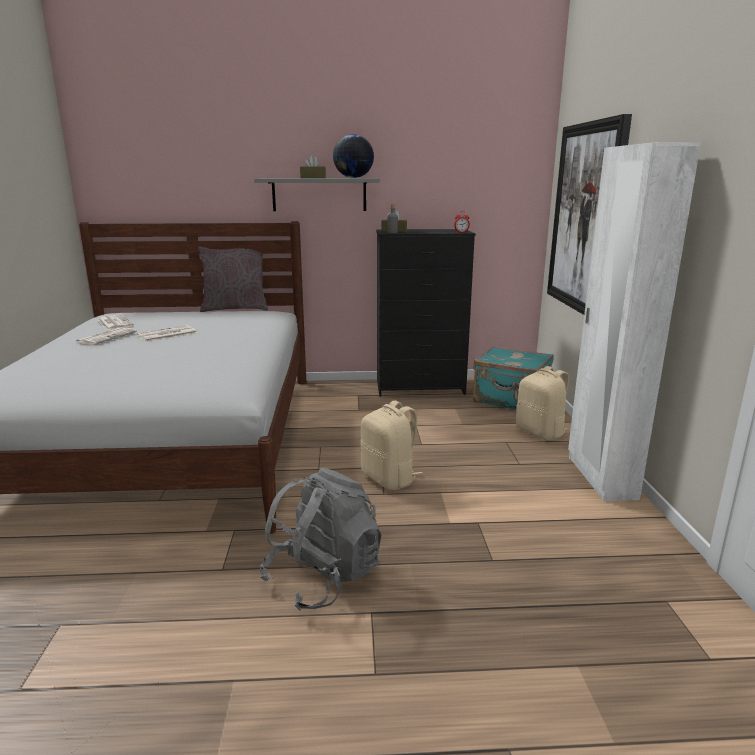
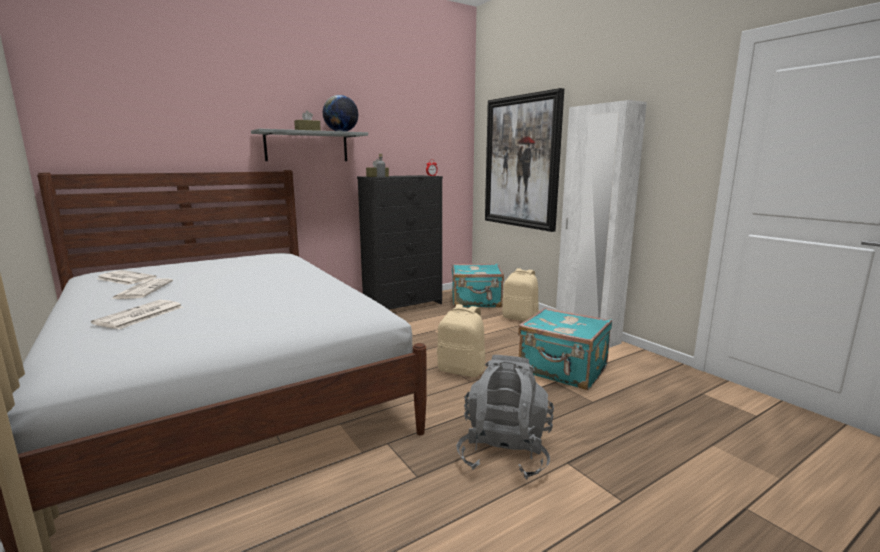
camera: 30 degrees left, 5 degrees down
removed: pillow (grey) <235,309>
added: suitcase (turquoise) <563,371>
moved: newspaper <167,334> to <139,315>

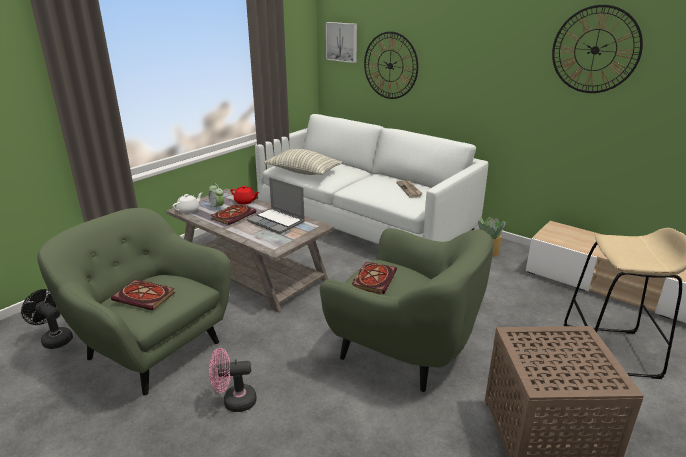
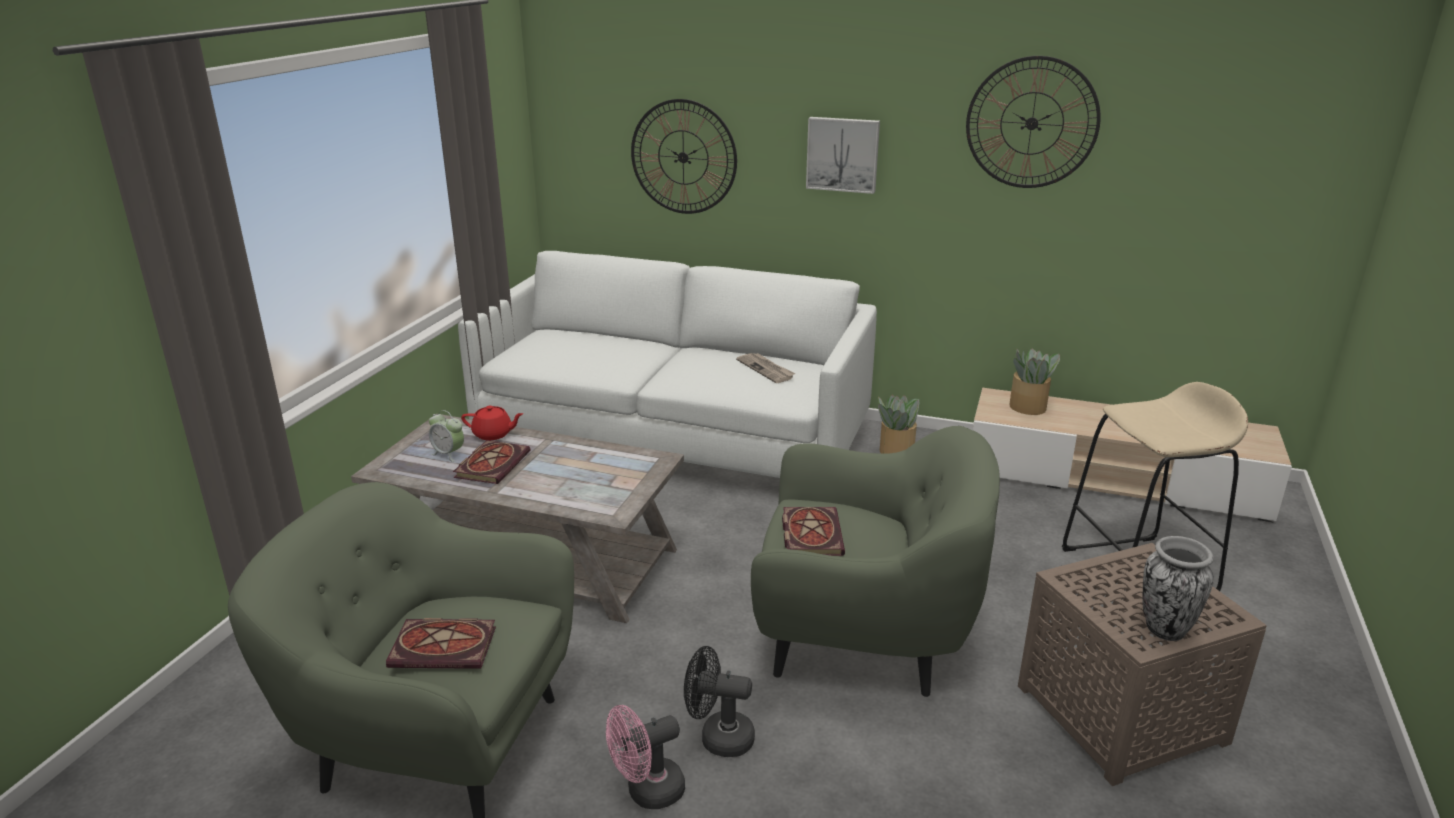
camera: 20 degrees left, 0 degrees up
removed: teapot (white) <189,210>; laptop <277,222>; pillow <303,172>
added: potted plant <1028,407>; vase <1164,629>
moved: fan (black) <54,339> to <718,737>; picture <342,42> to <843,154>

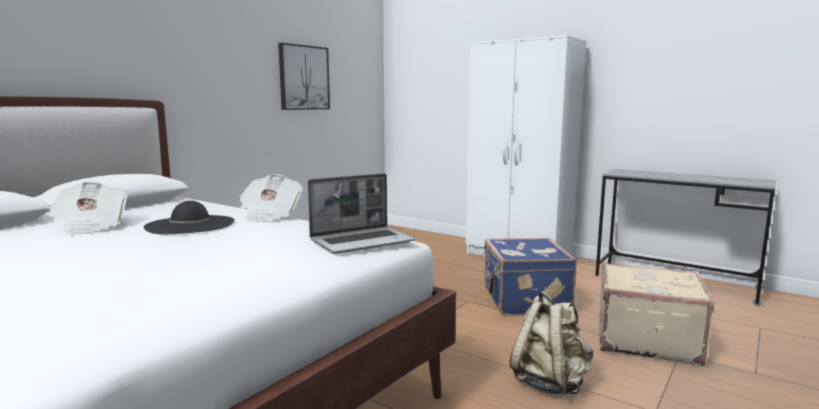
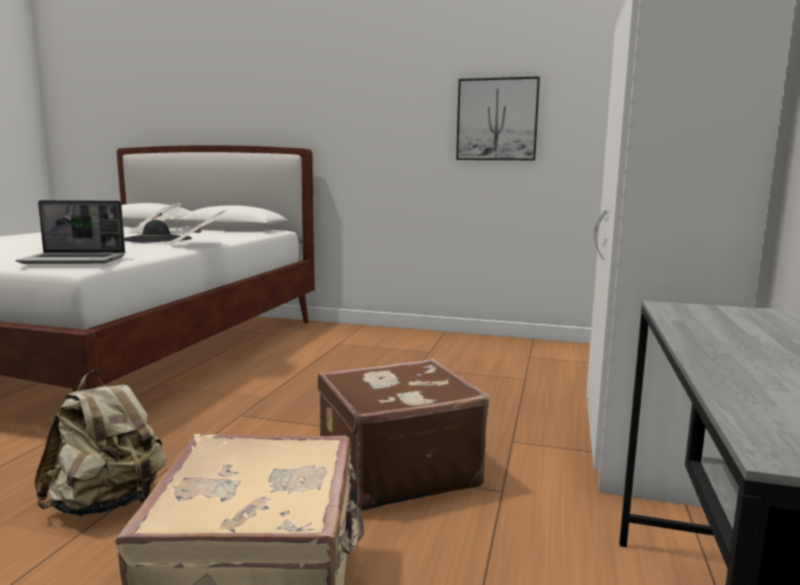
camera: 70 degrees right, 0 degrees up
recoloured: suitcase (blue) <524,301> to suitcase (brown) <395,471>
turned: laptop <362,241> = <75,260> 45 degrees counterclockwise

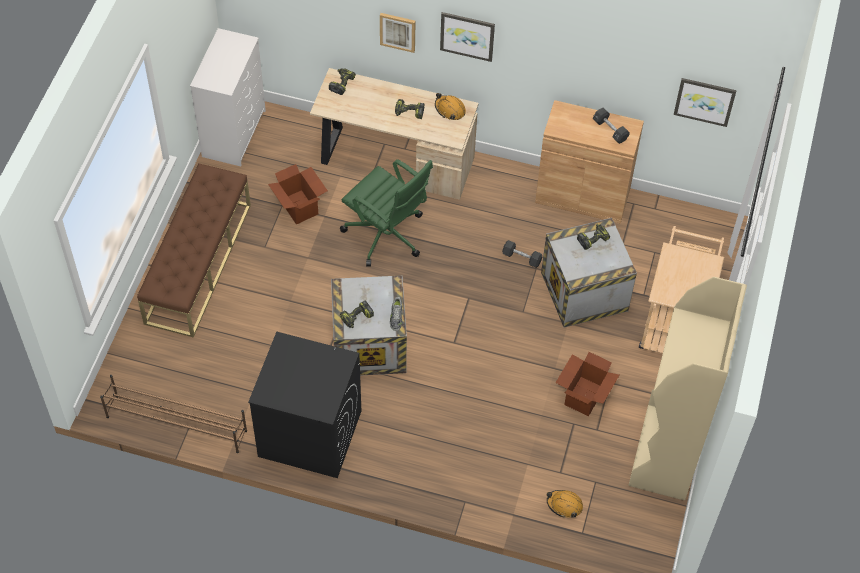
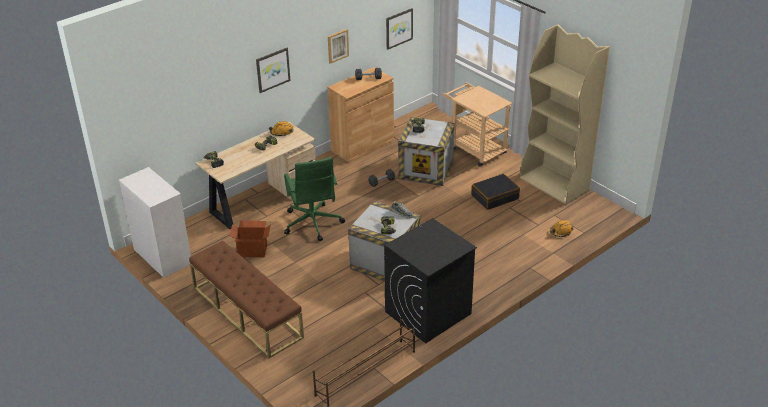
camera: 55 degrees left, 20 degrees down
moved: picture <398,31> to <337,45>
replaced: cardboard box <583,396> to suitcase (black) <494,197>
turned: office chair (green) <386,235> = <313,224> 90 degrees clockwise

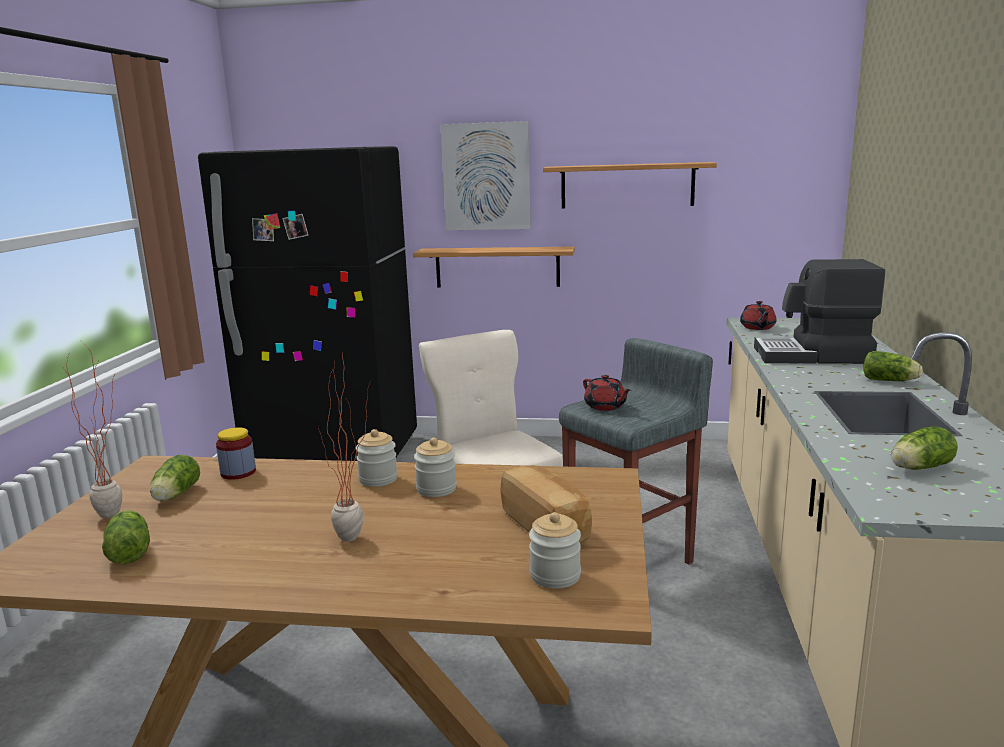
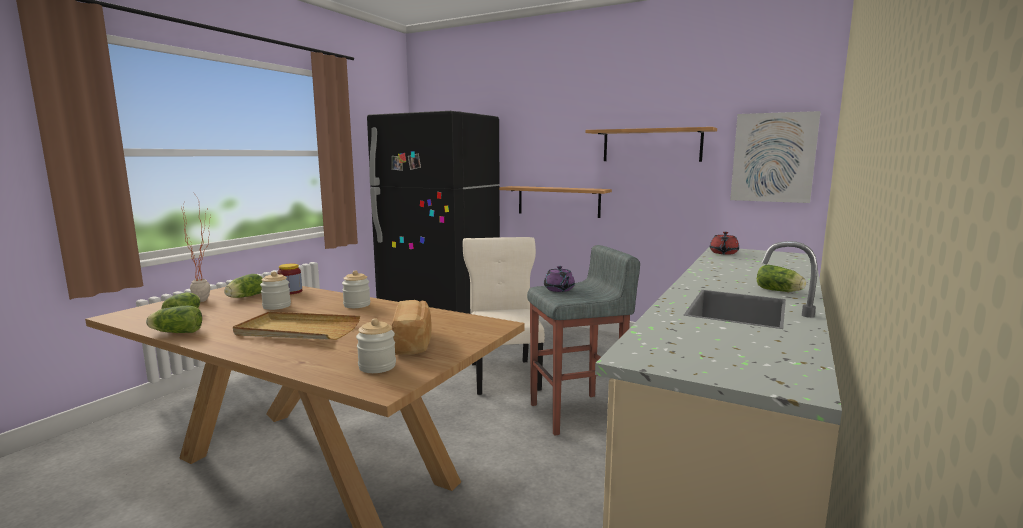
camera: 20 degrees right, 5 degrees down
removed: coffee machine <813,356>
moved: jar <436,489> to <276,306>; picture <486,176> to <773,157>; lettuce <918,468> to <175,332>
replaced: potted plant <357,541> to tray (beige) <297,330>
recoloured: teapot (red) <605,406> to teapot (purple) <559,289>

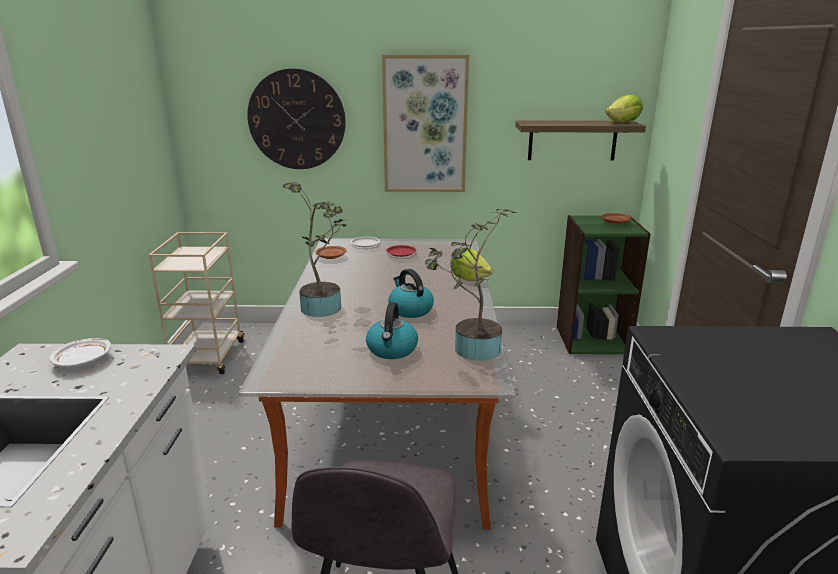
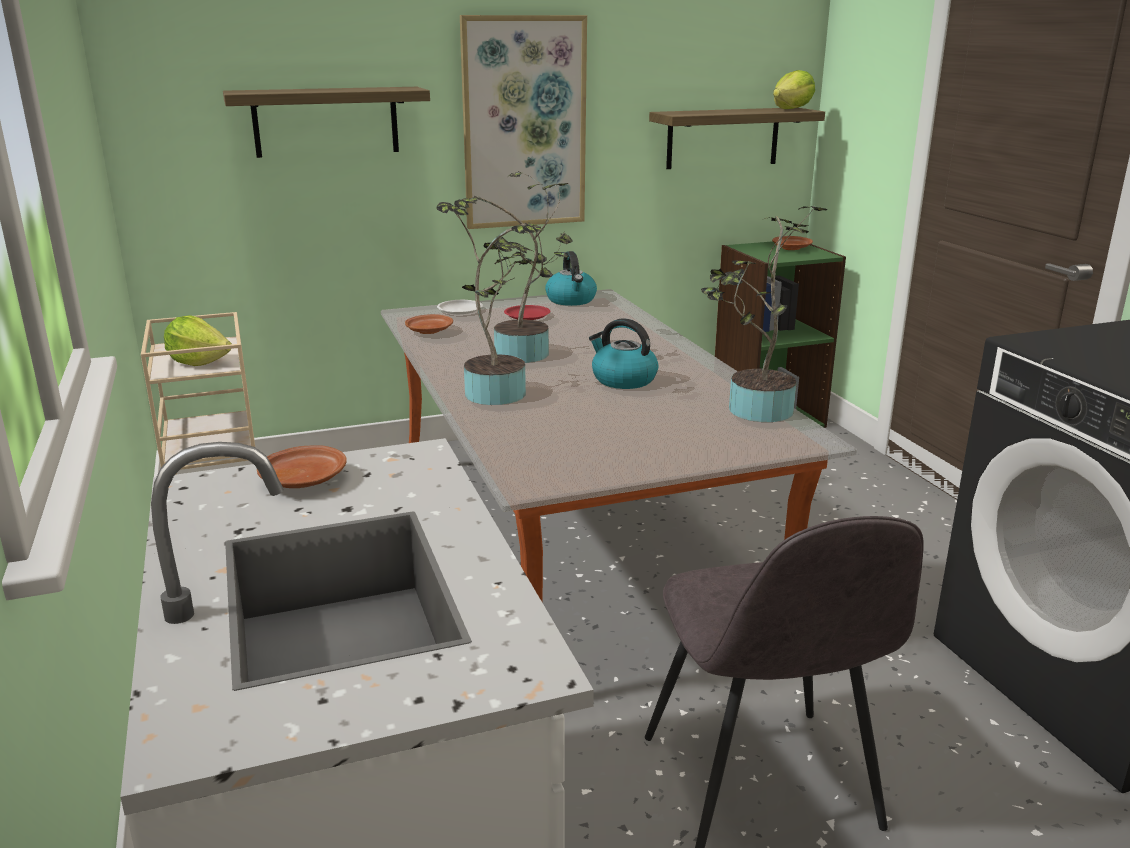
camera: 20 degrees left, 0 degrees up
added: potted plant <527,355>
moved: kettle <392,350> to <571,300>; lettuce <469,278> to <199,362>
replaced: wall clock <297,120> to shelf <326,121>
recoloured: plate (white) <83,361> to plate (brown) <304,480>

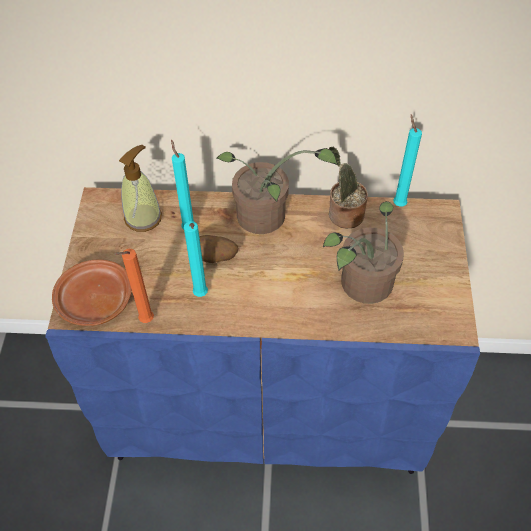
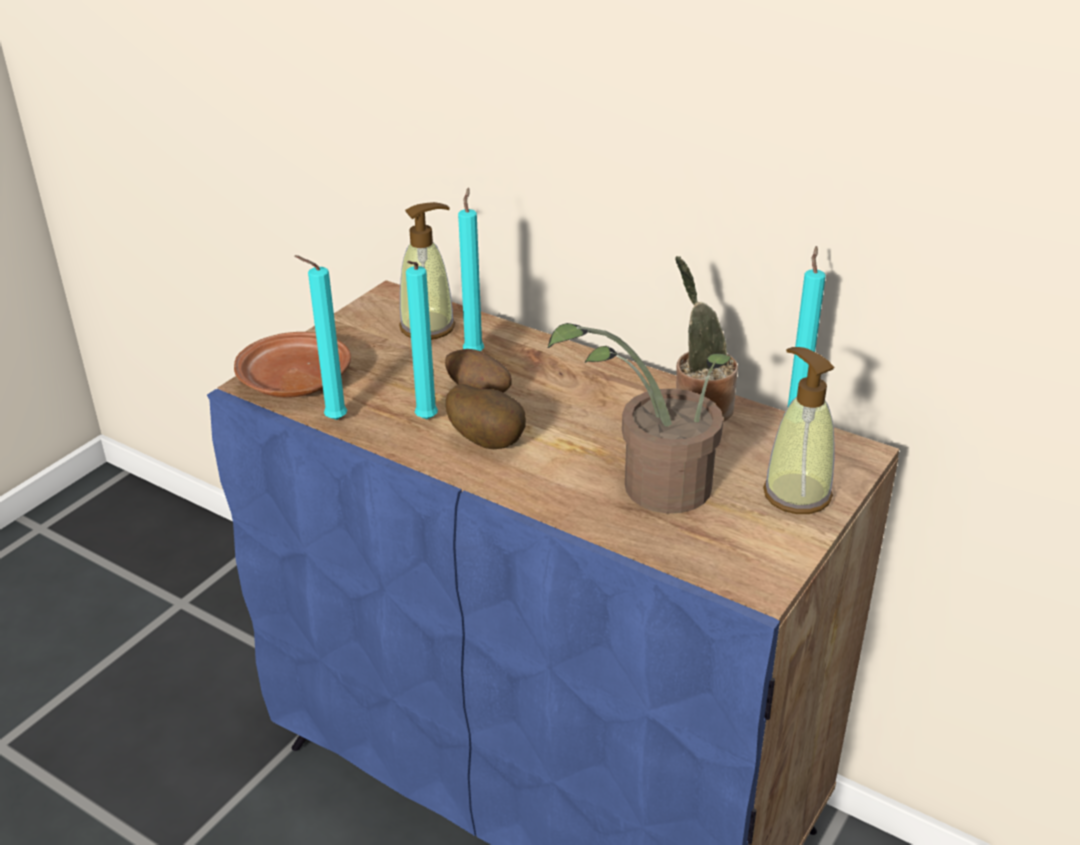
camera: 30 degrees right, 20 degrees down
removed: potted plant <266,219>
added: potato <489,441>; soap dispenser <796,494>
recoloured: candle (orange) <144,321> to candle (turquoise) <332,420>

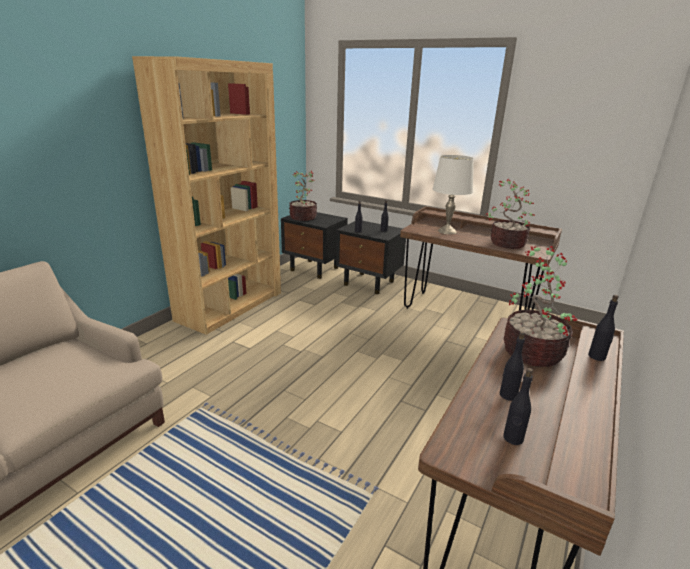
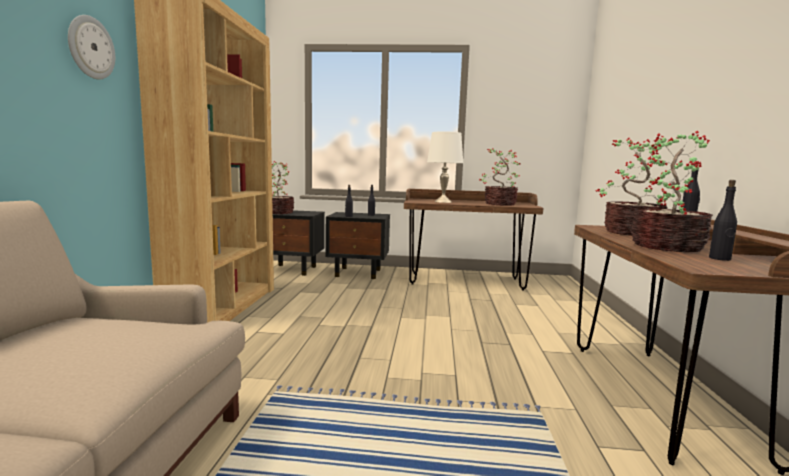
camera: 25 degrees left, 15 degrees down
added: wall clock <90,47>
replaced: bottle (black) <507,395> to potted plant <667,246>

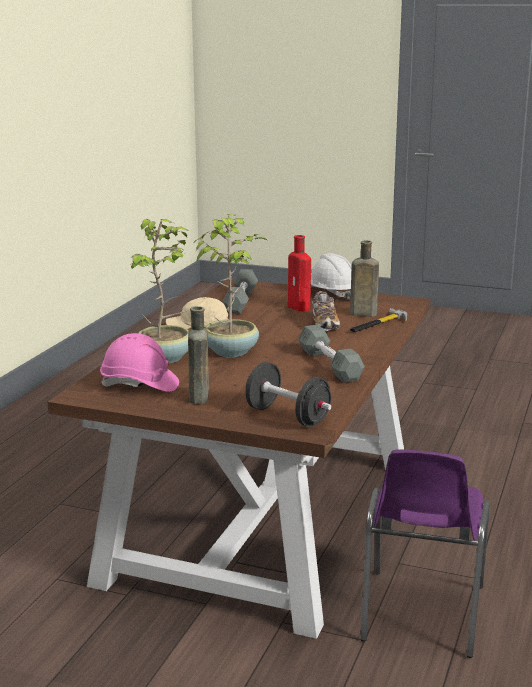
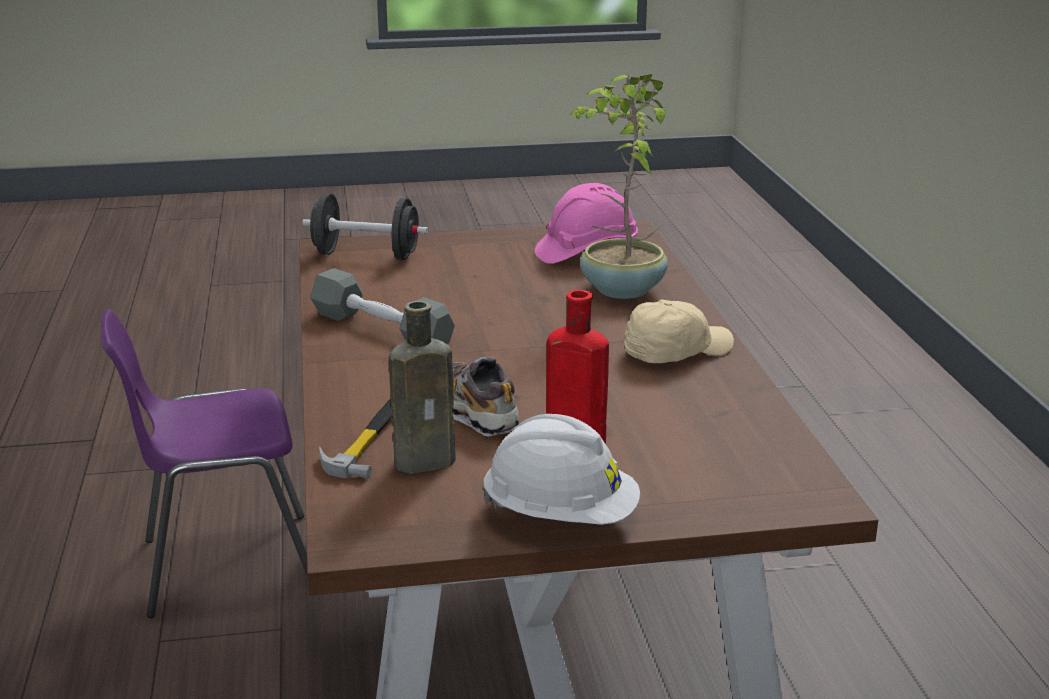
camera: 150 degrees right, 5 degrees up
removed: bottle (brown) <199,398>; potted plant <231,351>; dumbbell (grey) <240,301>
turned: chair (purple) <420,615> = <224,565> 90 degrees counterclockwise

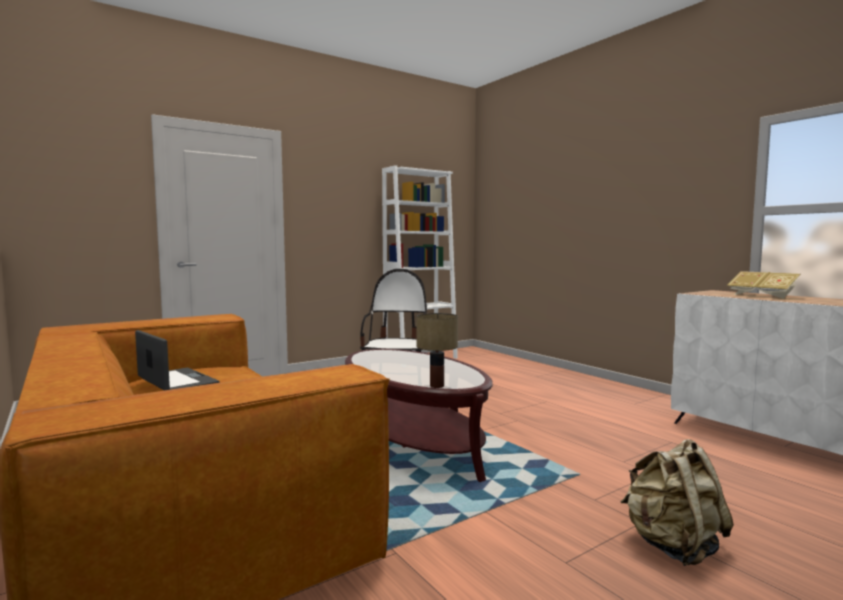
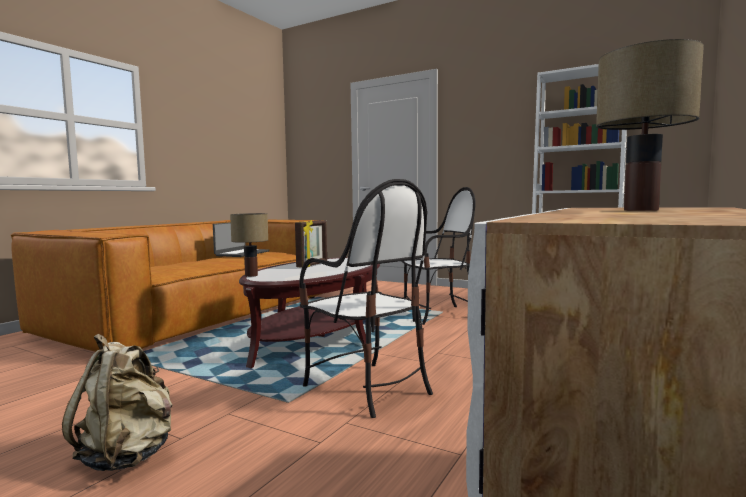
camera: 65 degrees right, 0 degrees up
added: picture frame <313,265>; chair <367,388>
replaced: book <762,296> to table lamp <642,210>

